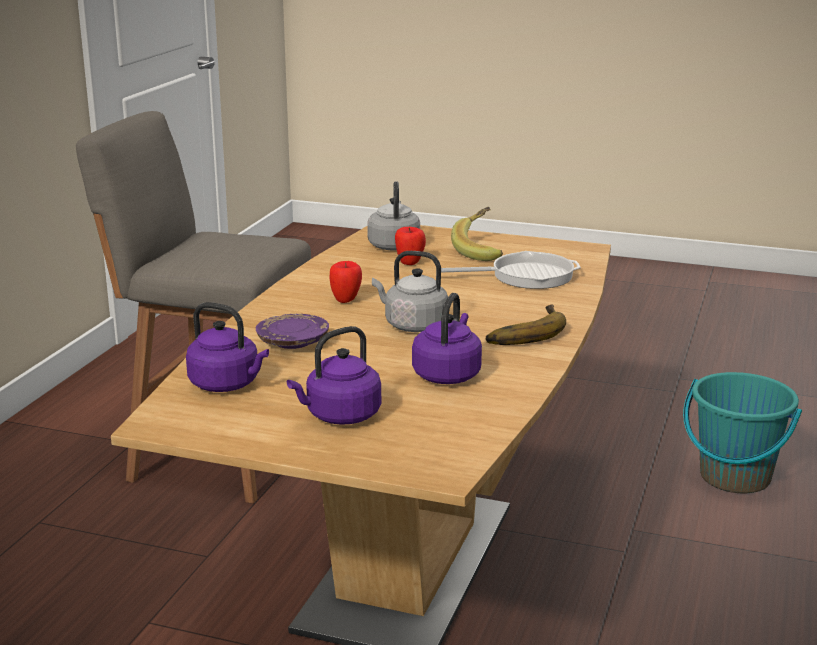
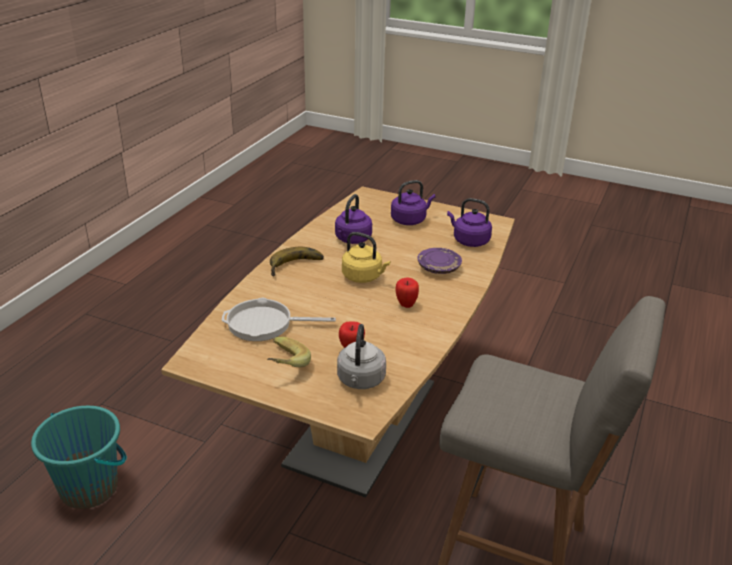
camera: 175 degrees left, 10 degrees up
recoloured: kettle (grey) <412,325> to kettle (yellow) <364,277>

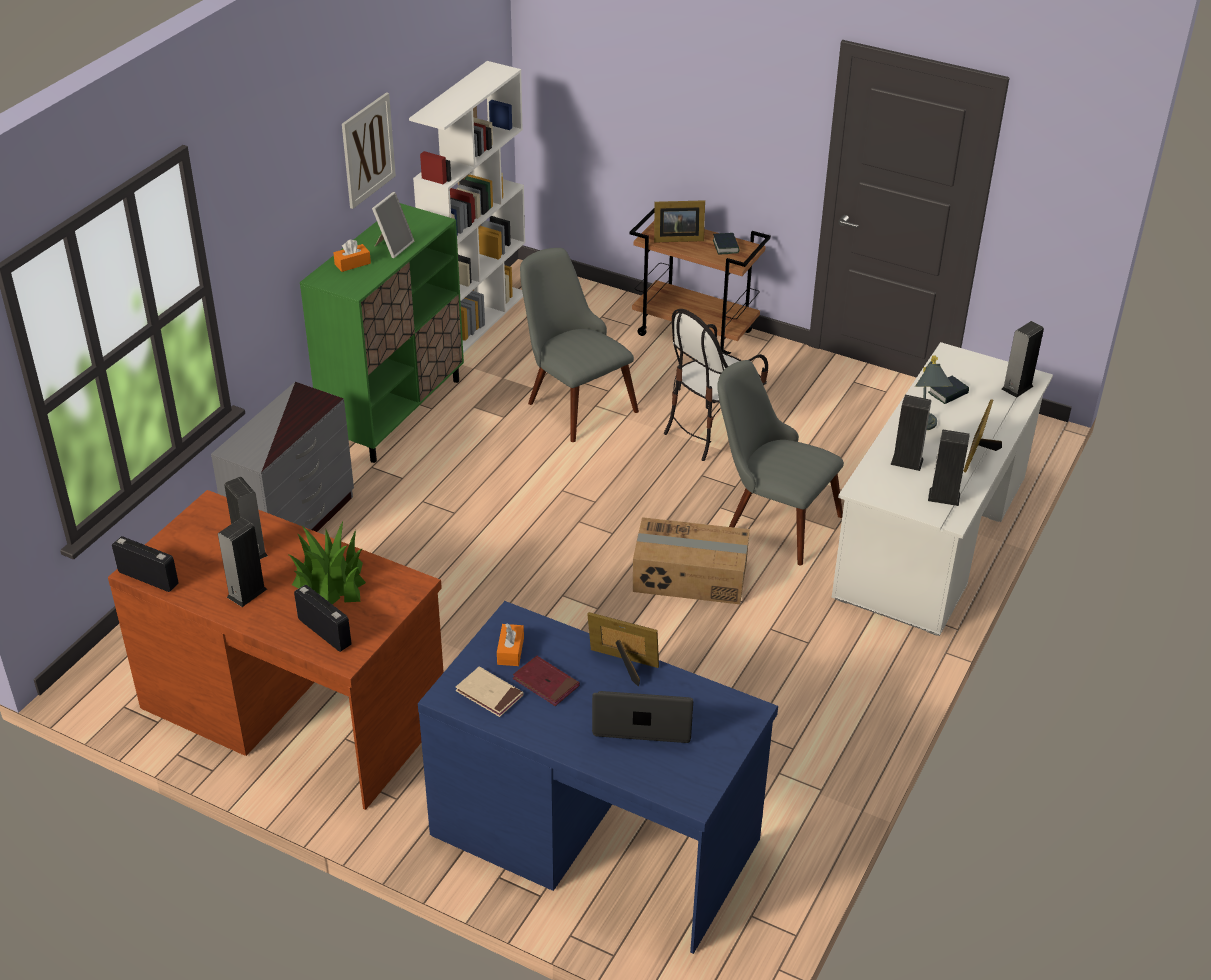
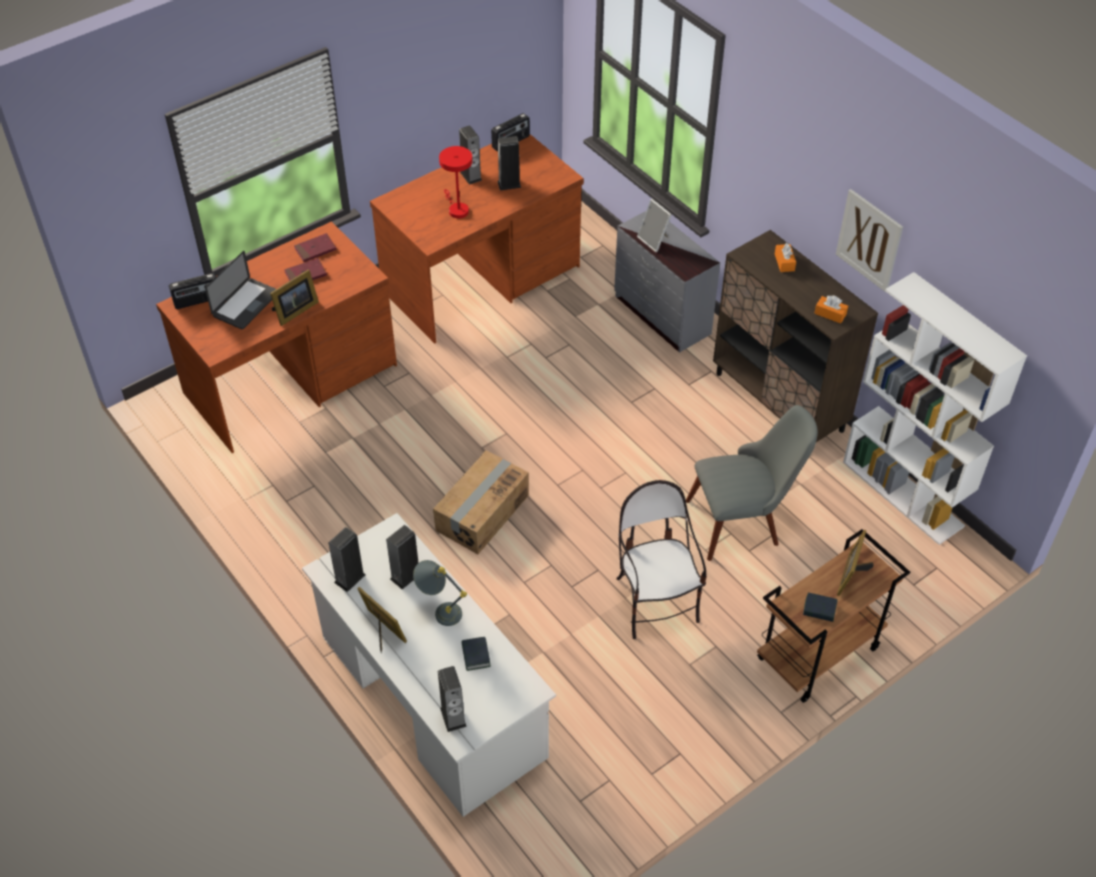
camera: 115 degrees right, 10 degrees up
removed: chair (grey) <770,519>
moved: radio <325,632> to <197,301>; picture frame <393,246> to <654,240>; tissue box (orange) <510,651> to <830,314>
replaced: potted plant <329,582> to table lamp (red) <457,209>
recoloured: cabinet (green) <394,411> to cabinet (brown) <779,402>; desk (blue) <595,835> to desk (brown) <292,380>; book (beige) <489,694> to book (red) <315,249>

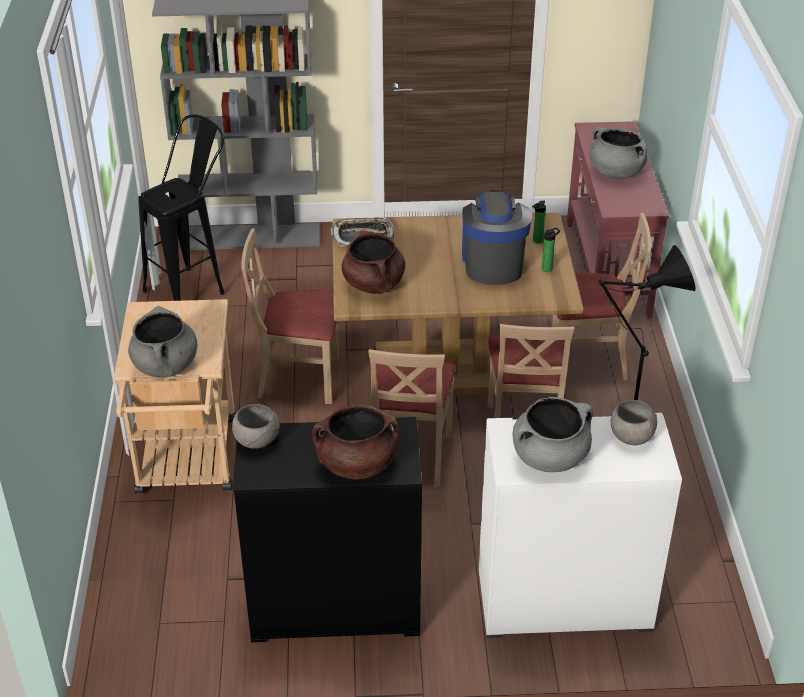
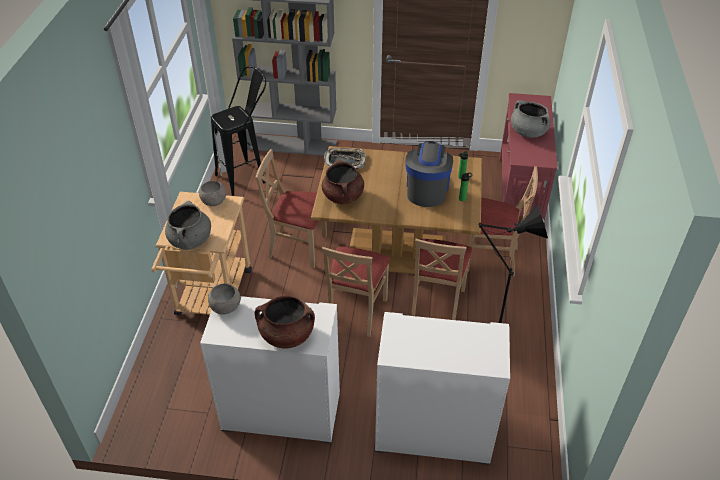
camera: 10 degrees right, 5 degrees up
removed: cooking pot (grey) <550,457>
moved: bowl (grey) <631,436> to <214,201>
recoloured: cabinet (black) <334,605> to cabinet (white) <280,412>

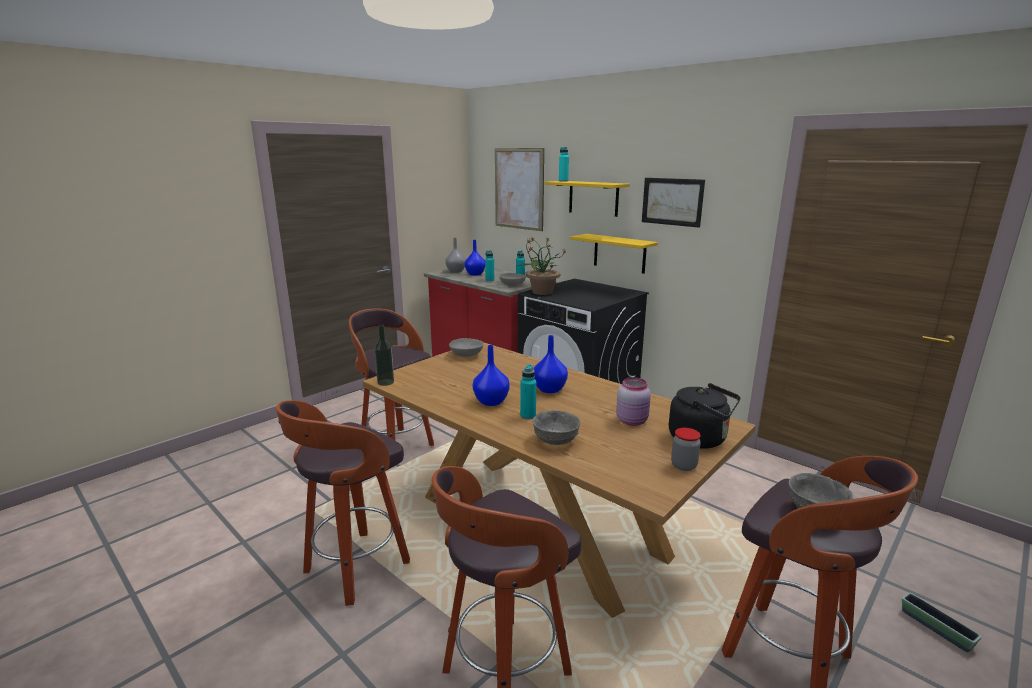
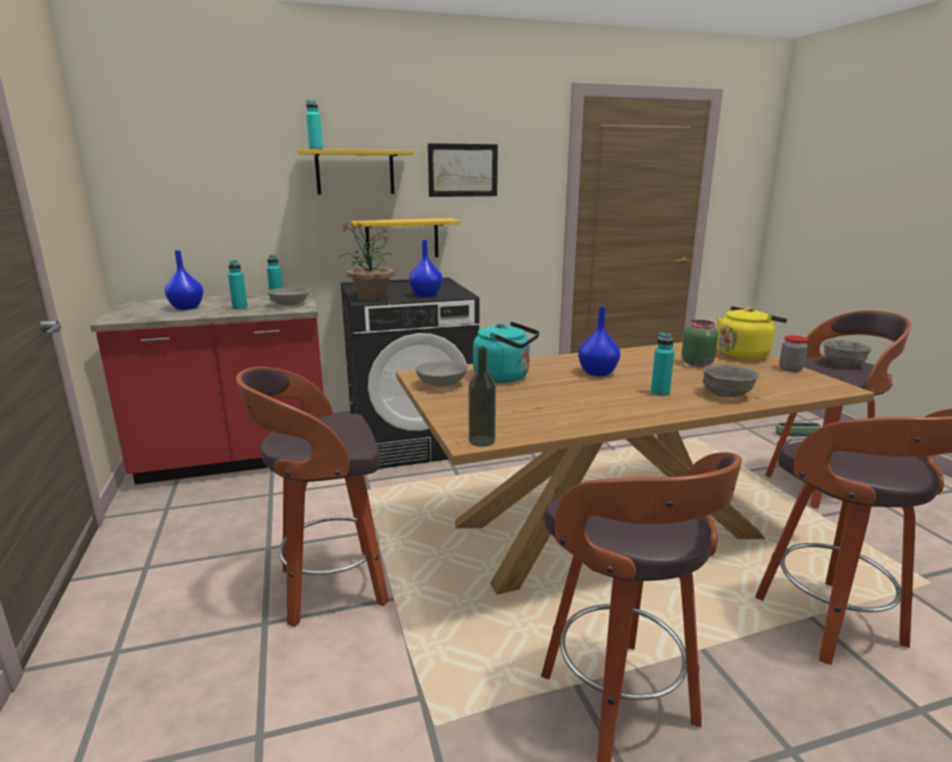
camera: 60 degrees left, 0 degrees up
removed: vase (grey) <456,271>; picture <518,189>
added: kettle (turquoise) <505,377>
moved: vase (blue) <490,401> to <425,295>
recoloured: jar (pink) <632,421> to jar (green) <697,363>; kettle (black) <701,439> to kettle (yellow) <744,355>

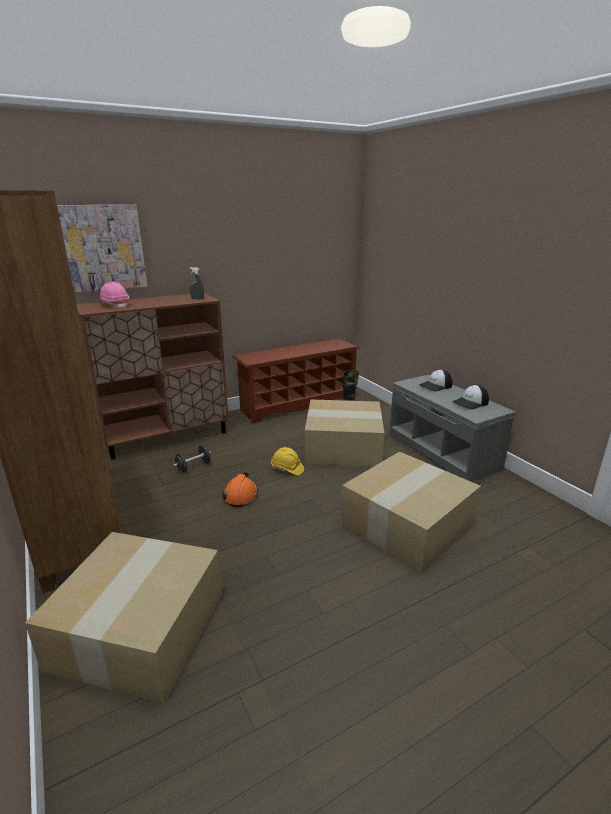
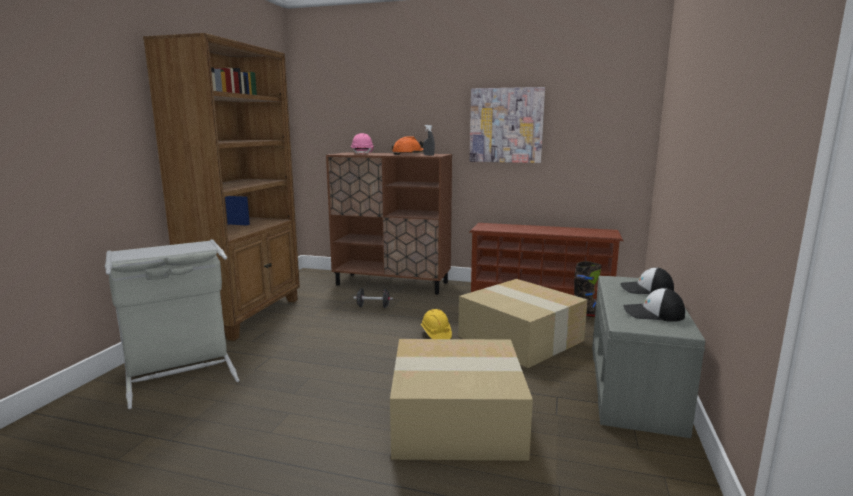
camera: 45 degrees right, 10 degrees down
moved: picture <99,248> to <506,125>; hard hat (orange) <240,495> to <408,154>
replaced: cardboard box <138,627> to laundry basket (grey) <181,373>

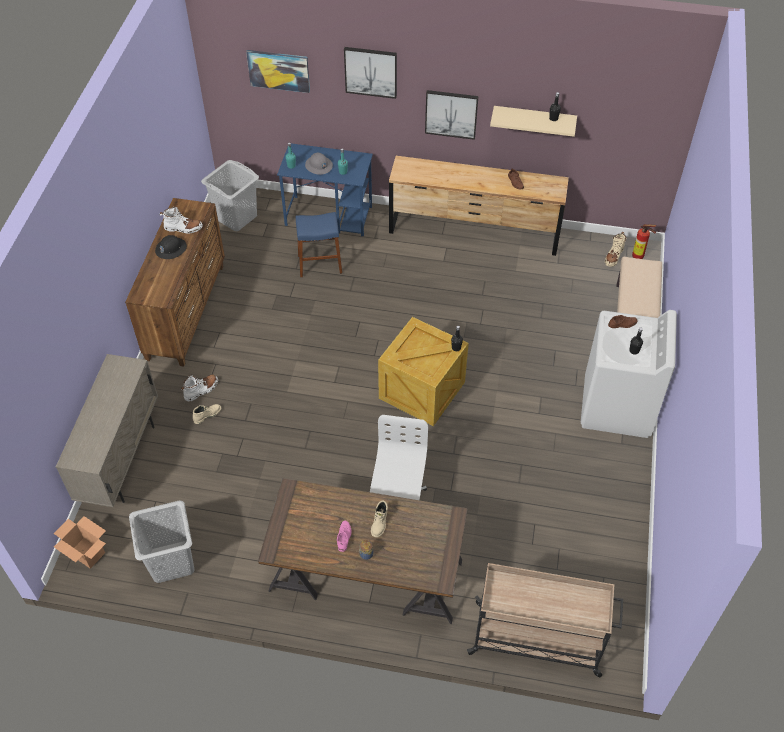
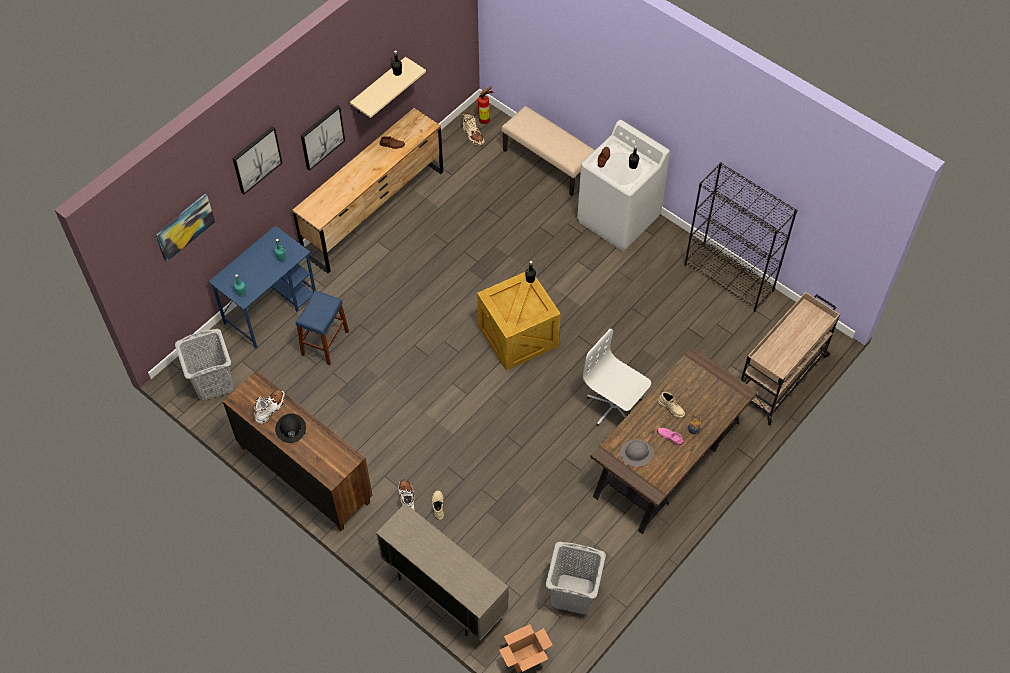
camera: 60 degrees left, 5 degrees up
added: bookcase (black) <729,278>
moved: hard hat (grey) <318,166> to <636,453>

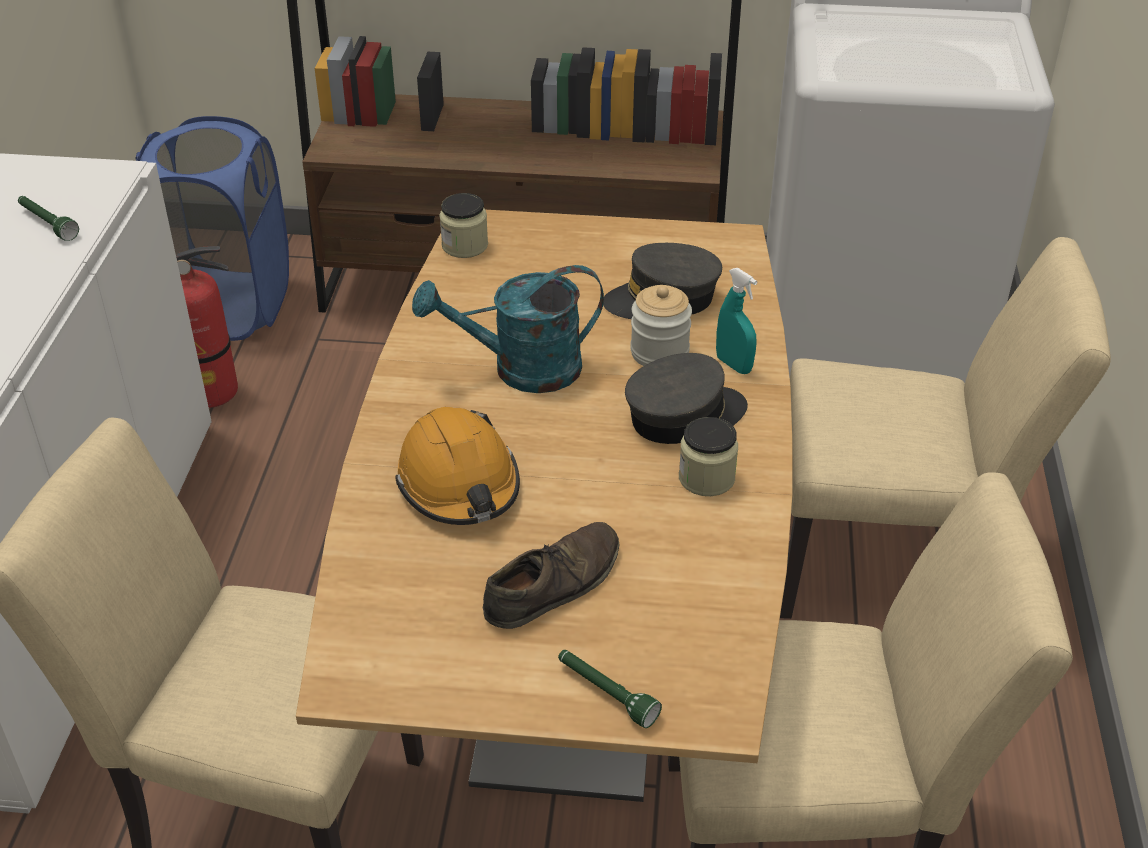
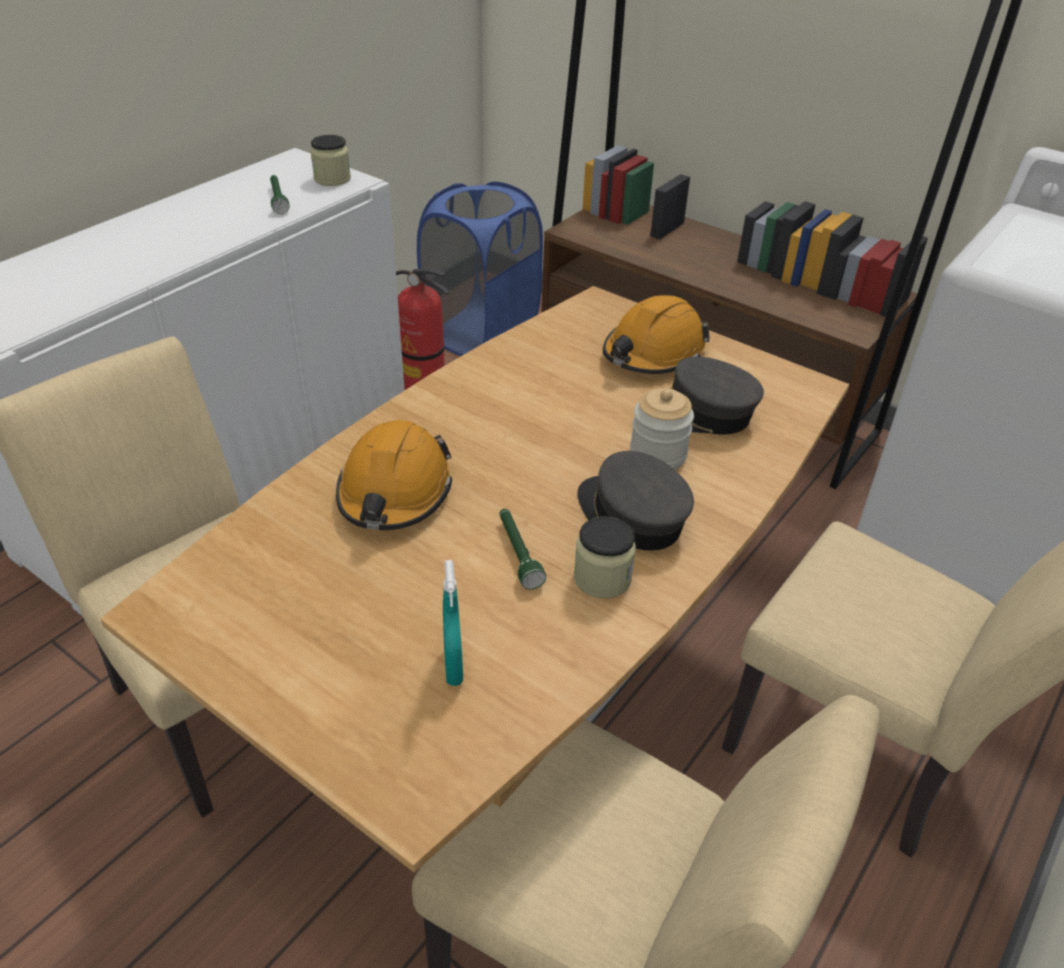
camera: 30 degrees right, 0 degrees up
removed: watering can (turquoise) <521,370>; shoe (brown) <553,584>
added: hard hat (orange) <653,353>
moved: jar <465,246> to <332,179>; flashlight (green) <606,693> to <518,554>; spray bottle (turquoise) <733,365> to <453,667>
turned: cap (grey) <684,416> = <631,516> 135 degrees counterclockwise

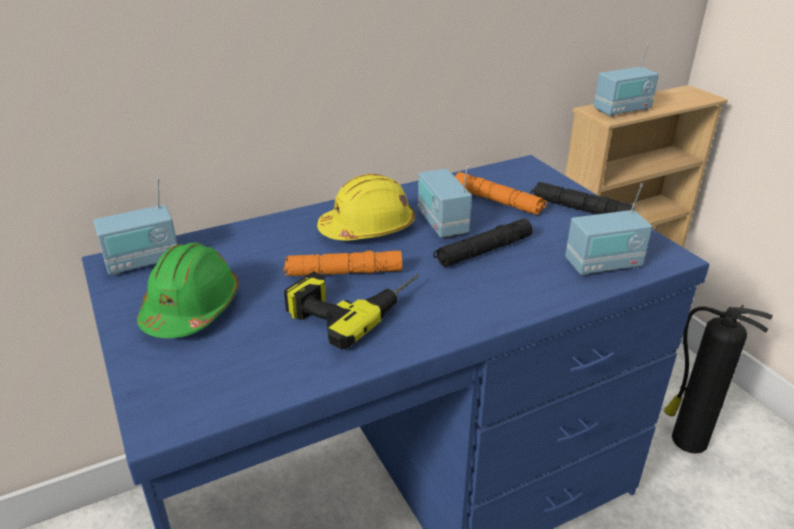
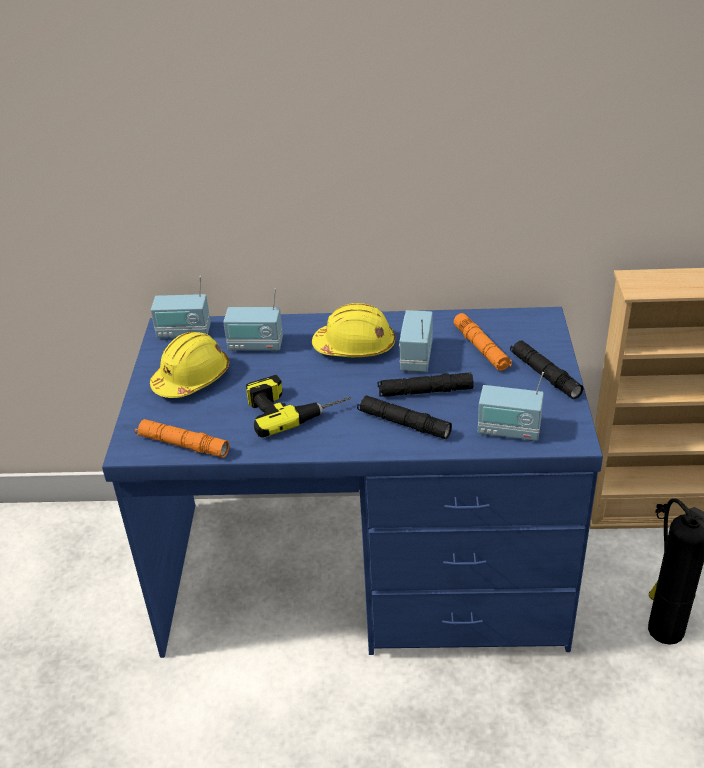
camera: 30 degrees right, 5 degrees up
added: flashlight (black) <404,423>
moved: flashlight (orange) <343,272> to <183,444>; radio <622,110> to <255,346>
recoloured: hard hat (green) <191,309> to hard hat (yellow) <192,378>

